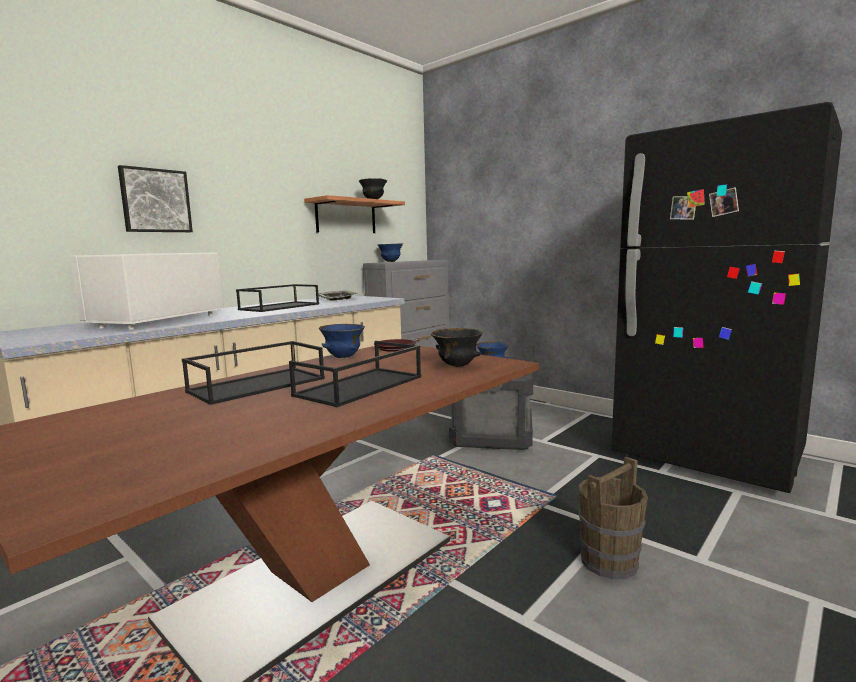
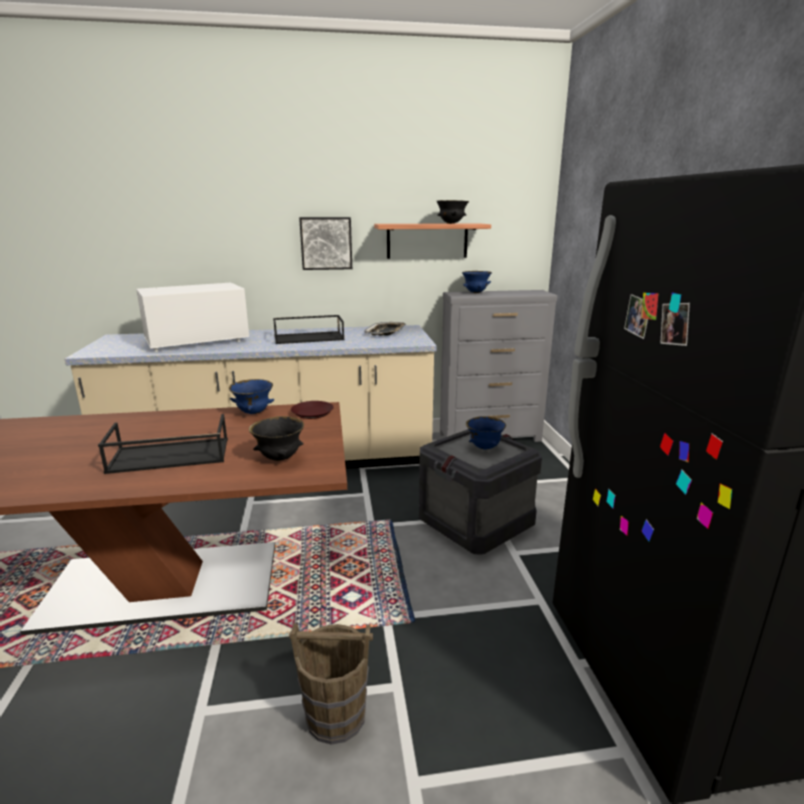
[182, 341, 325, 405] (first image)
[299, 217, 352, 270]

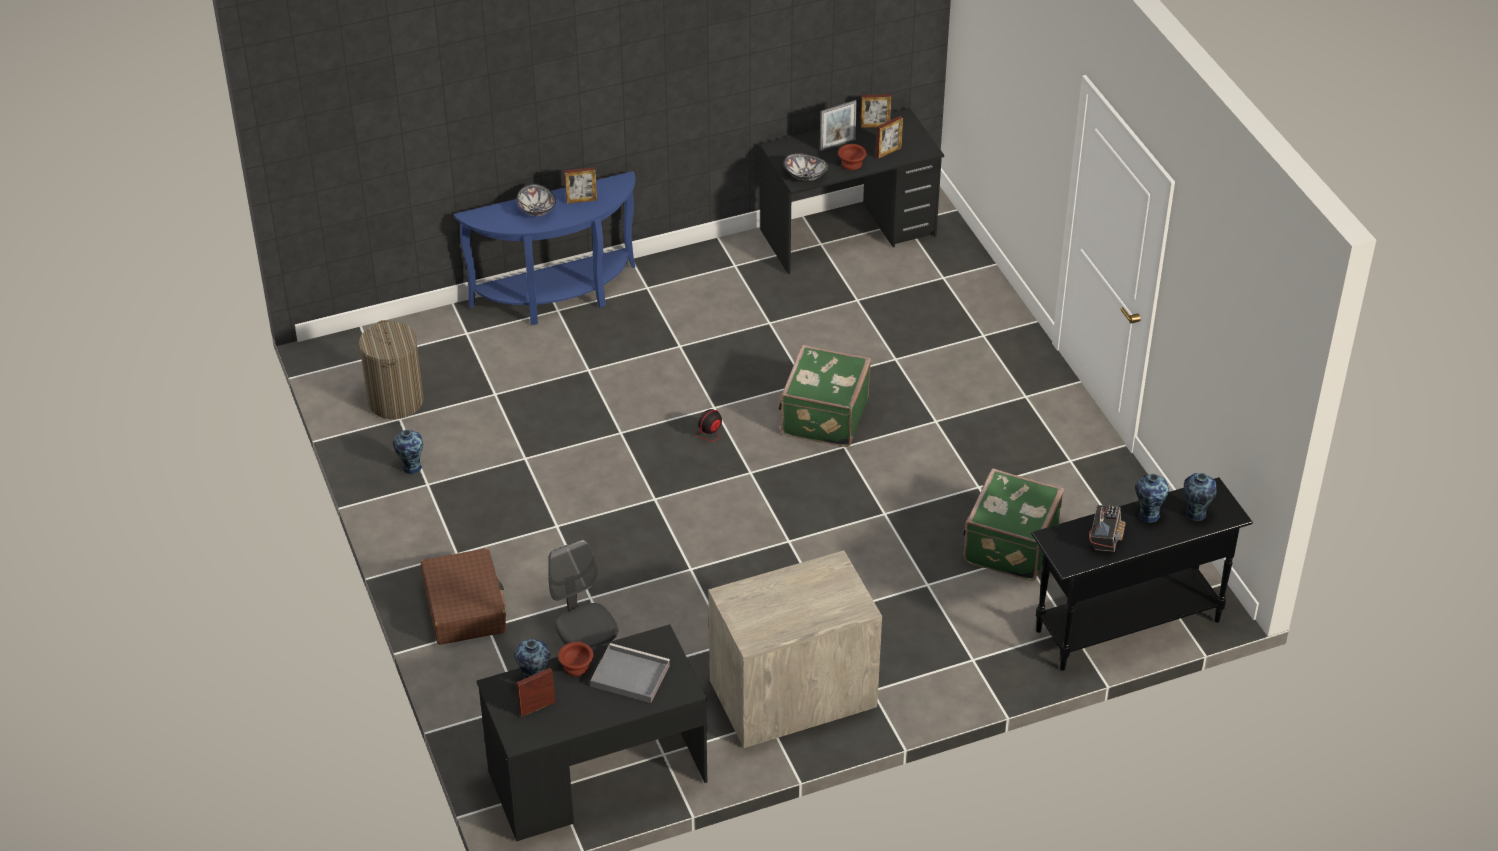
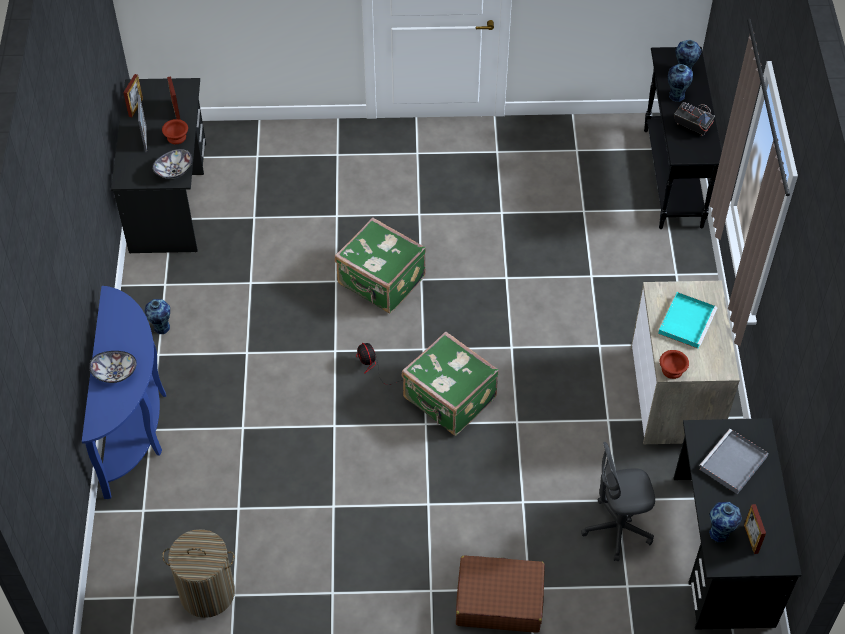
[564, 167, 597, 204] (first image)
[658, 292, 718, 349]
[144, 299, 170, 334]
[660, 350, 689, 379]
[402, 331, 499, 436]

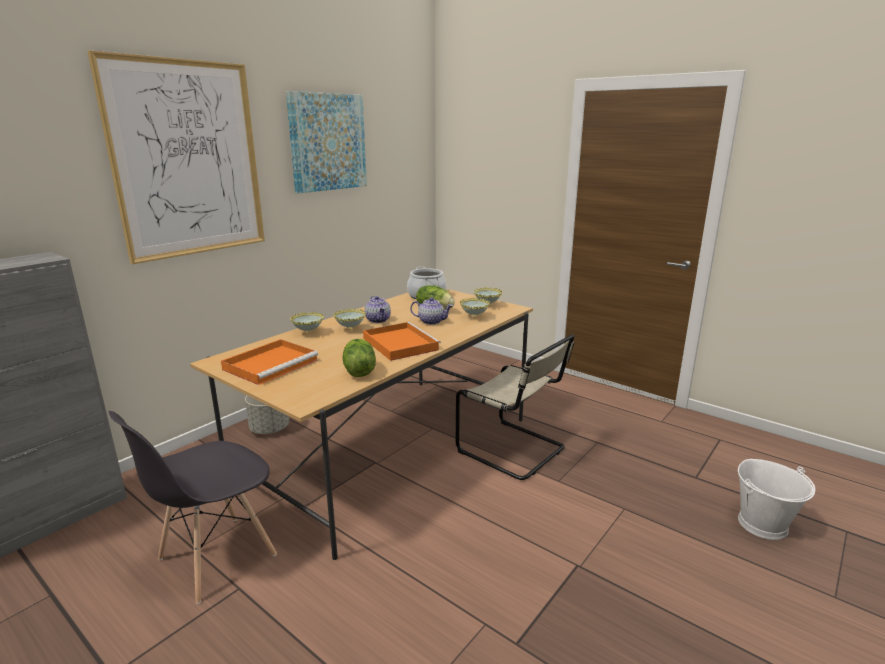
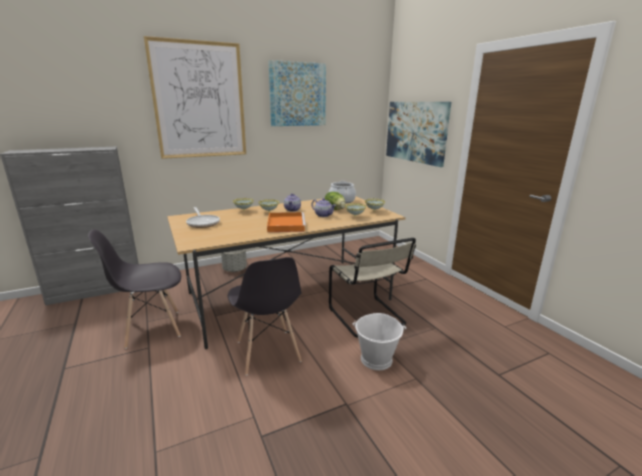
[342, 339, 376, 377] (first image)
[228, 257, 302, 376]
[386, 102, 451, 167]
[353, 313, 406, 370]
[186, 207, 220, 228]

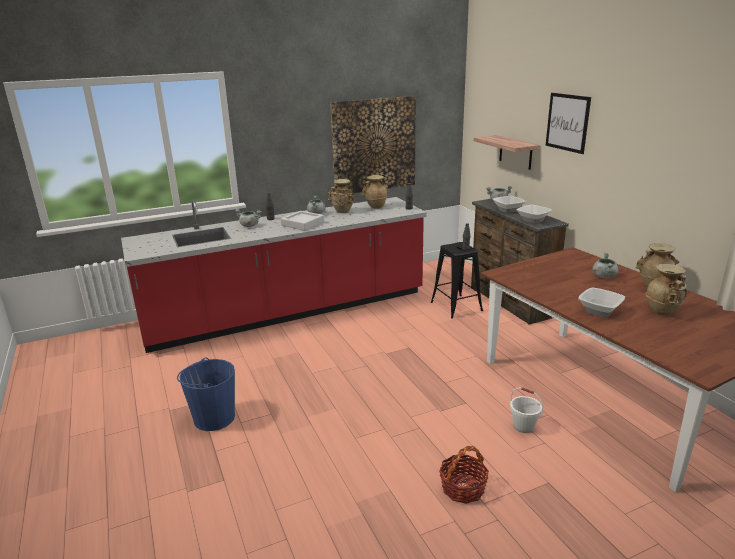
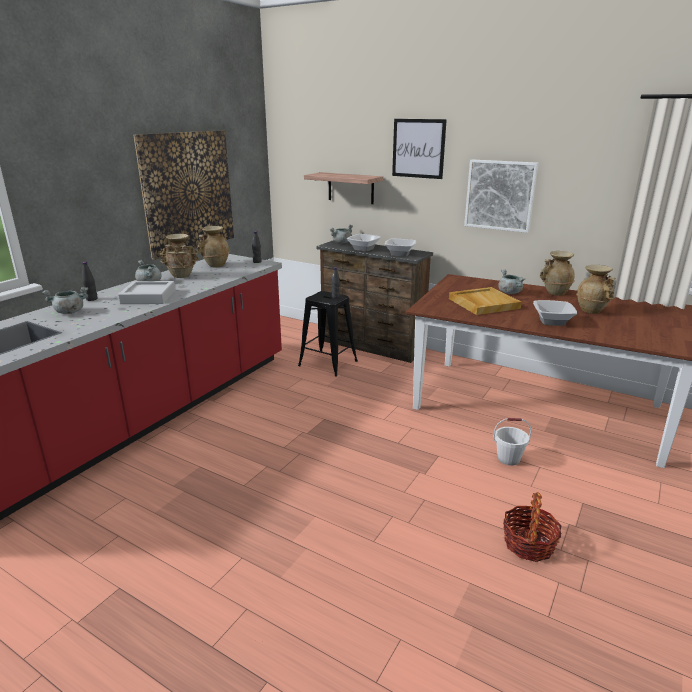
[177, 358, 235, 431] (first image)
[449, 287, 522, 315]
[464, 159, 539, 233]

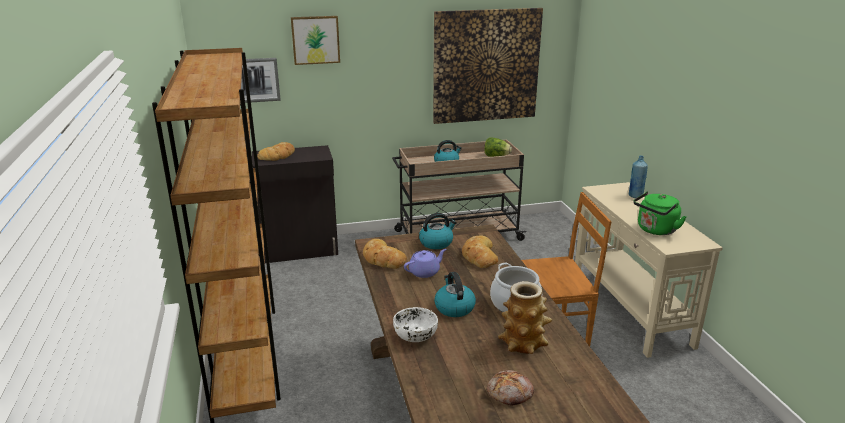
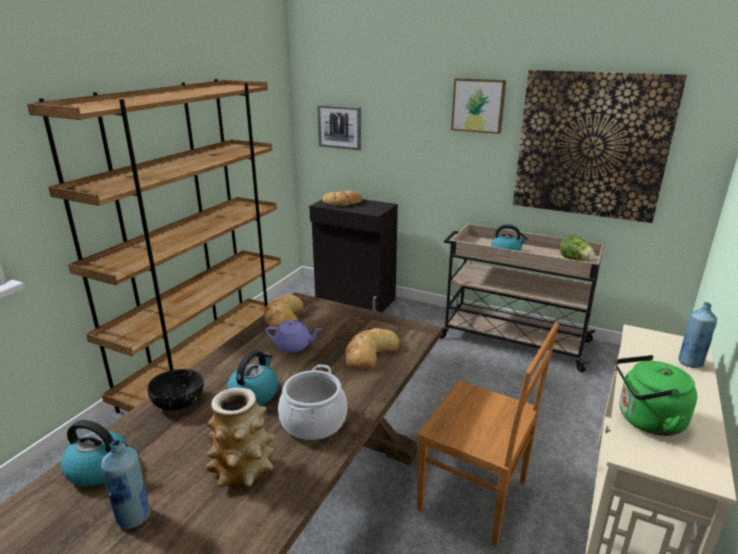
[451, 78, 506, 134]
[61, 420, 128, 486]
[101, 440, 150, 529]
[147, 369, 204, 411]

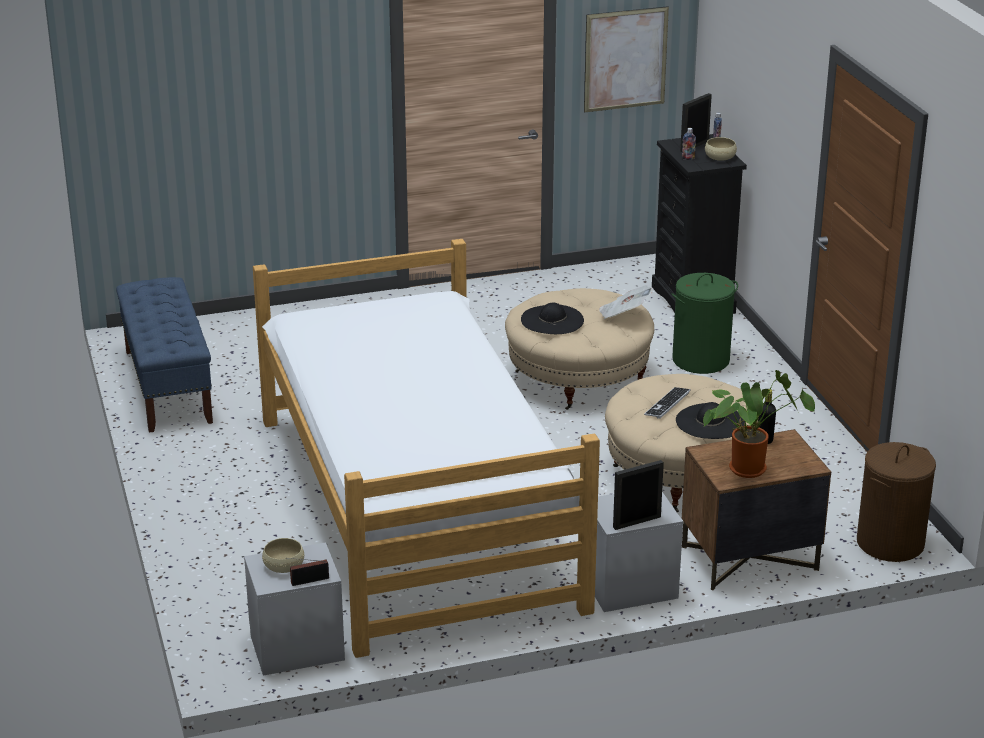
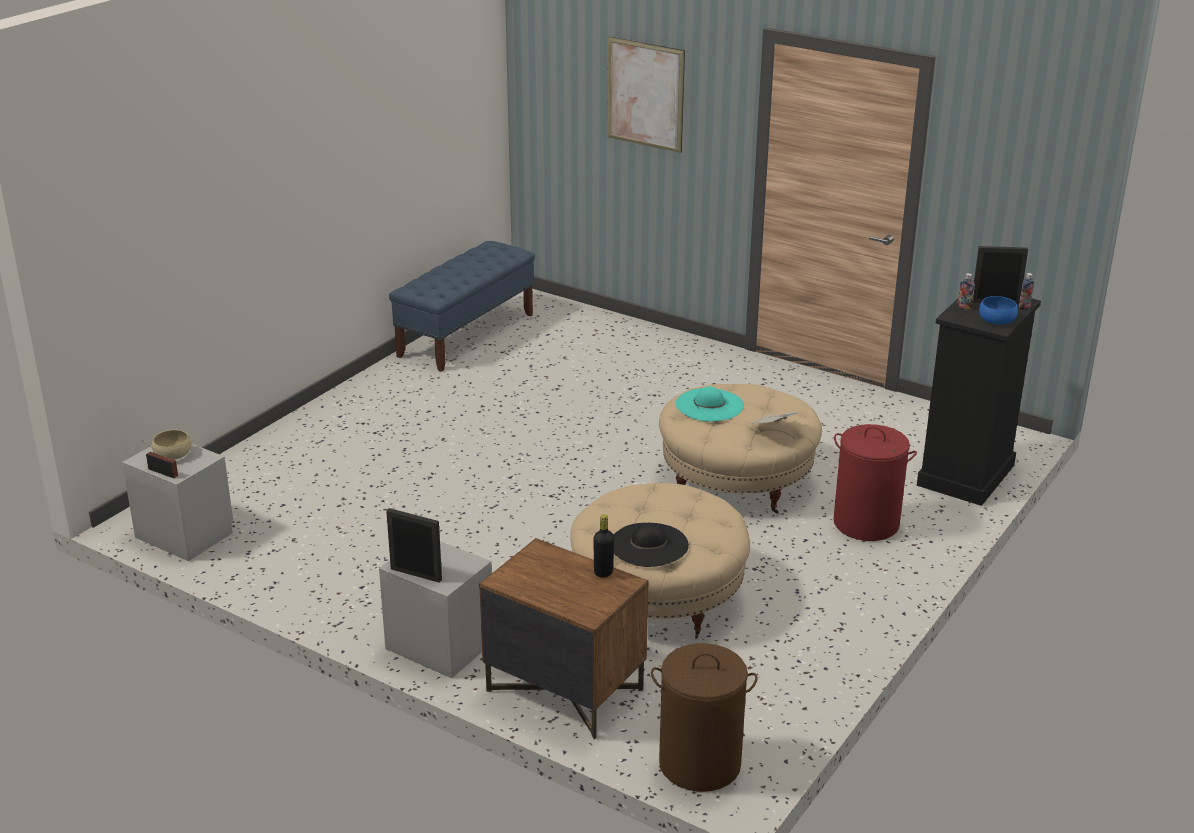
[253, 239, 600, 658] (first image)
[644, 387, 691, 419] (first image)
[703, 370, 815, 478] (first image)
[607, 37, 685, 153]
[675, 386, 744, 422]
[834, 424, 917, 541]
[979, 296, 1018, 325]

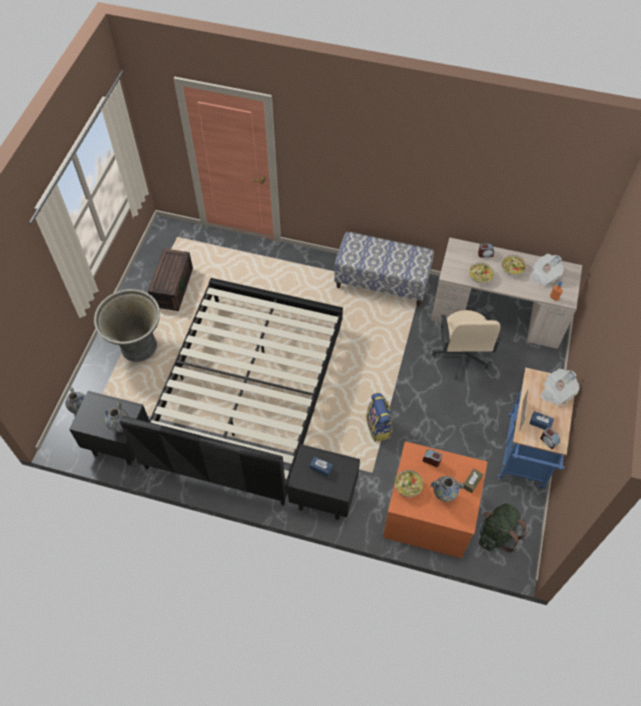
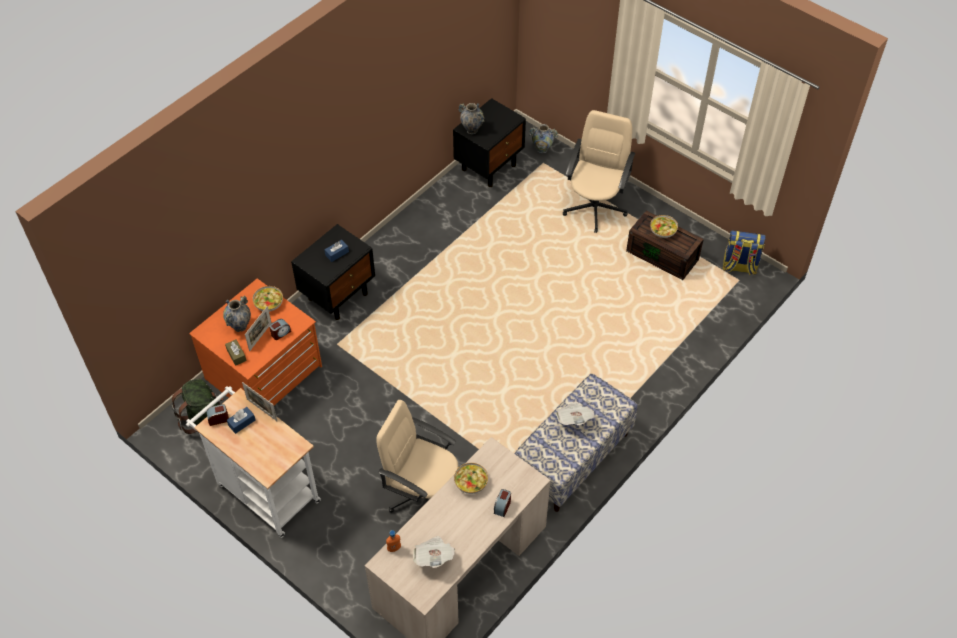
[120, 278, 343, 505] (first image)
[245, 306, 271, 351]
[722, 230, 766, 275]
[650, 215, 678, 238]
[556, 402, 594, 425]
[563, 110, 635, 233]
[186, 386, 321, 538]

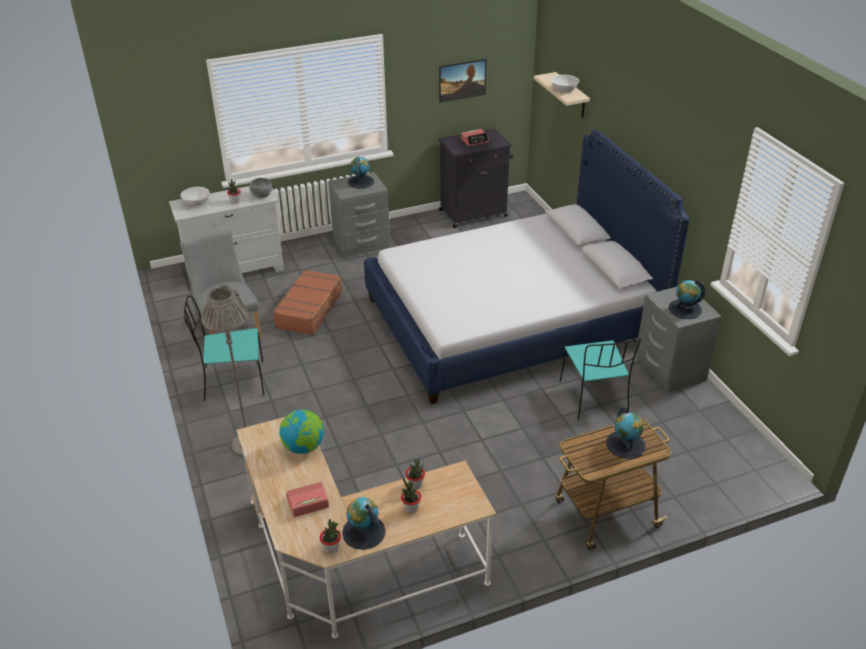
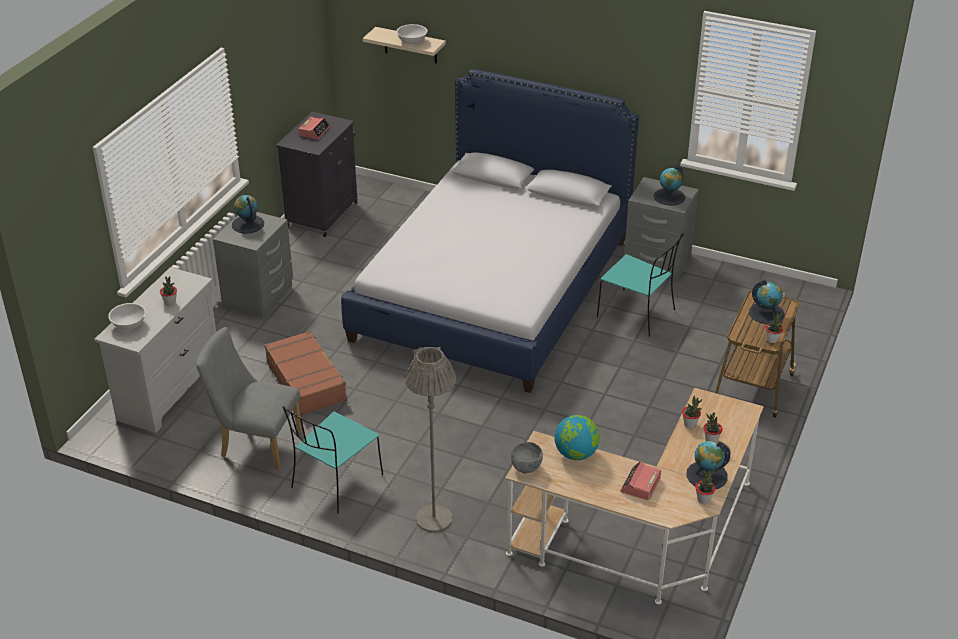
[439, 59, 487, 102] (first image)
[765, 311, 783, 343]
[511, 442, 543, 473]

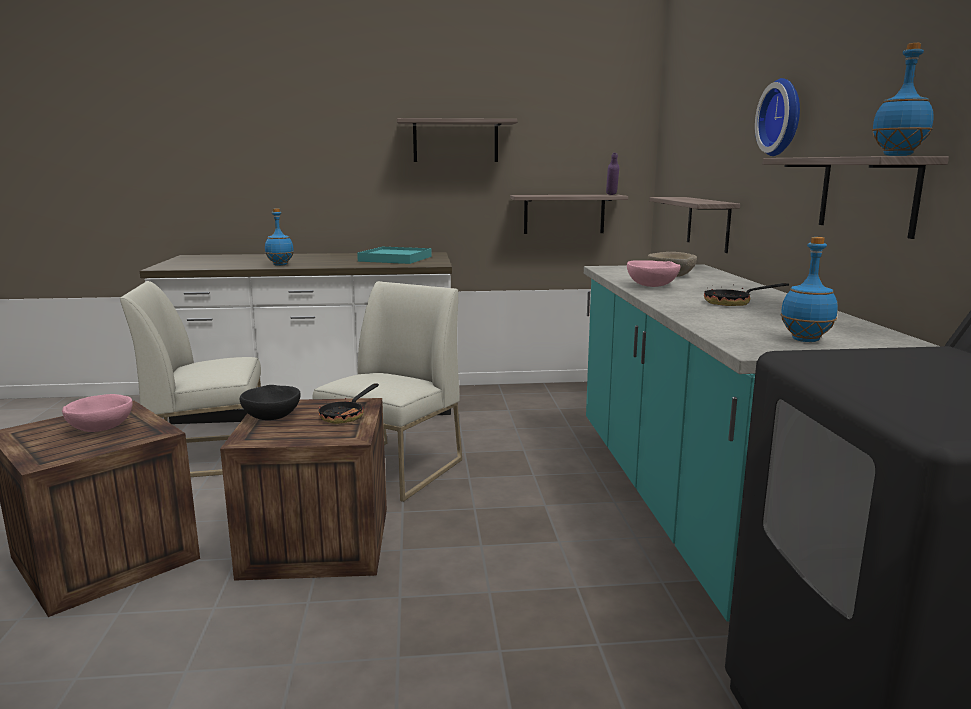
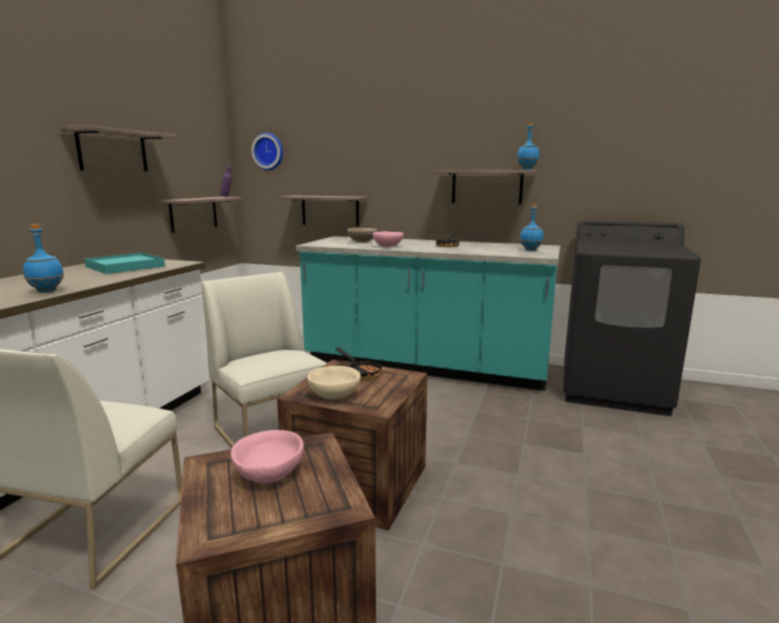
[251, 133, 283, 170]
[307, 366, 361, 399]

